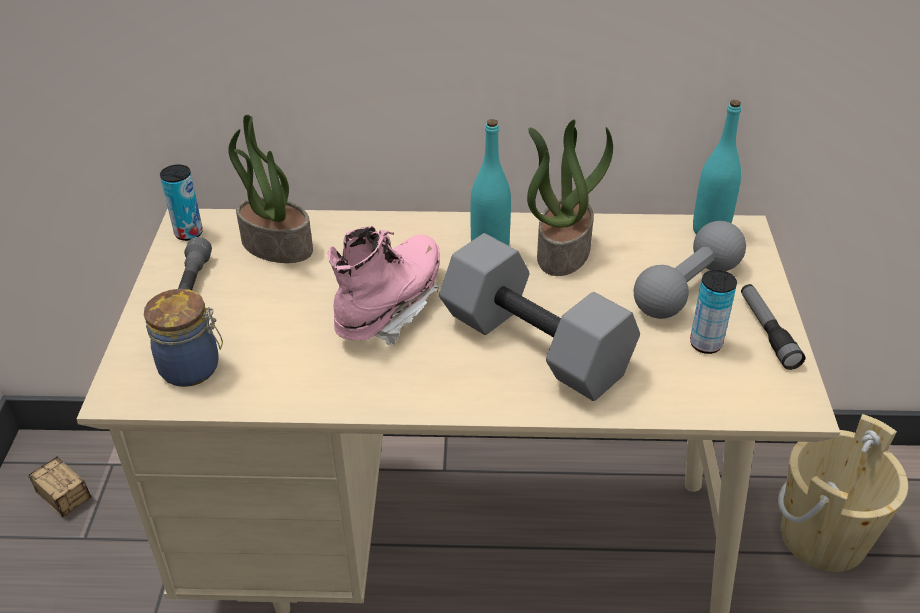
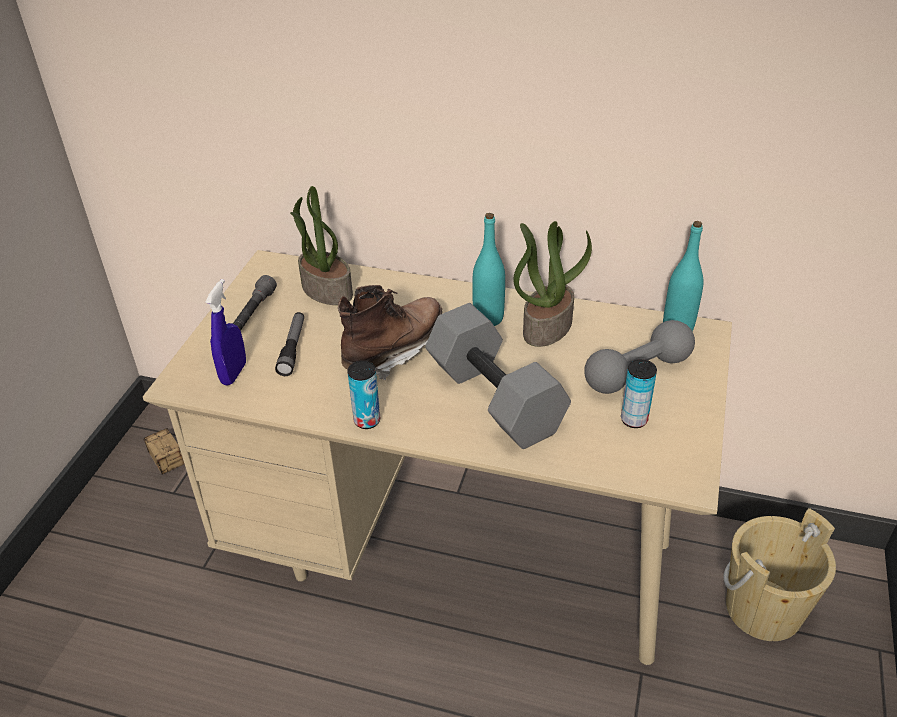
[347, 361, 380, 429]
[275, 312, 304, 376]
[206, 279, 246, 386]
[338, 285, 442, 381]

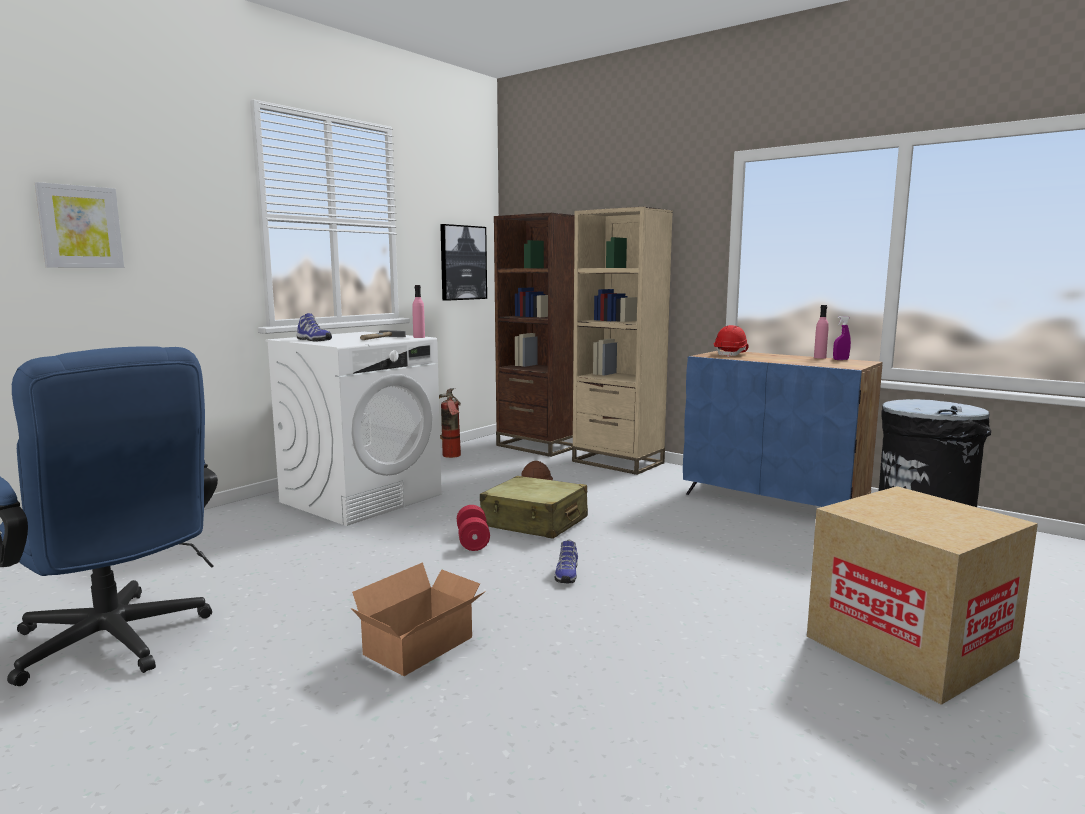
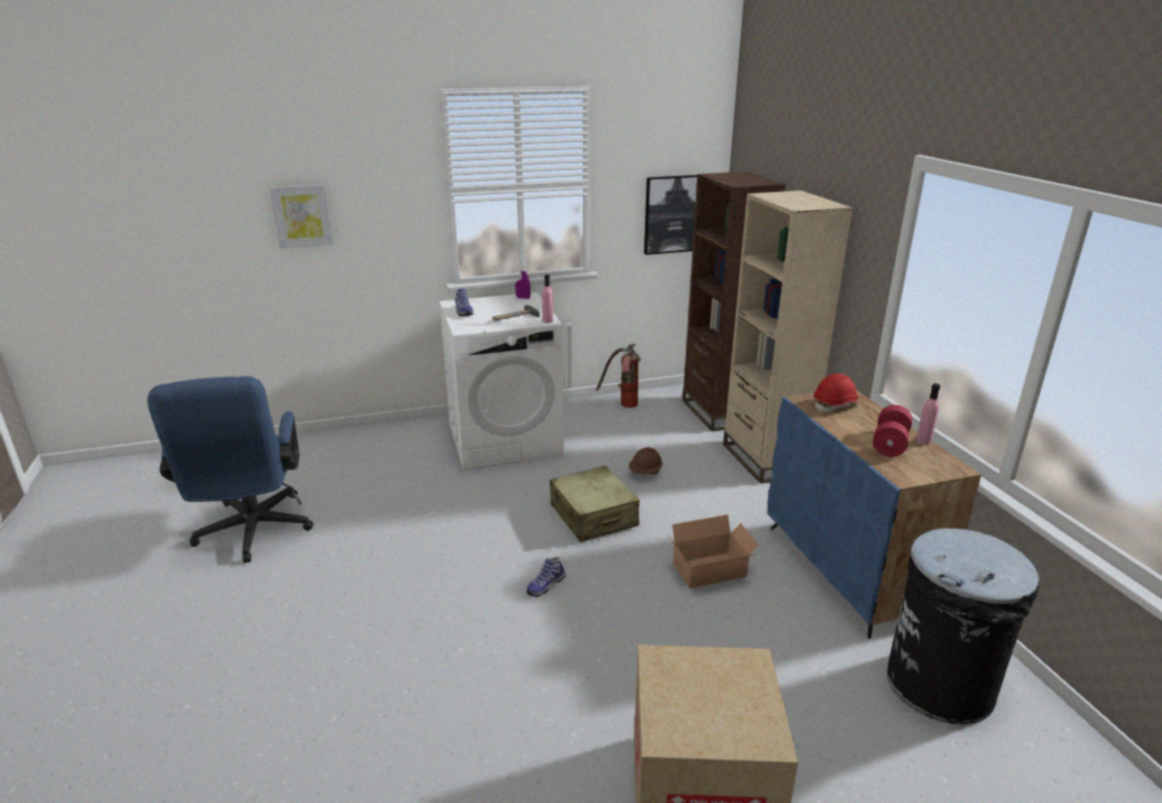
[669, 515, 759, 588]
[873, 405, 912, 457]
[515, 263, 531, 299]

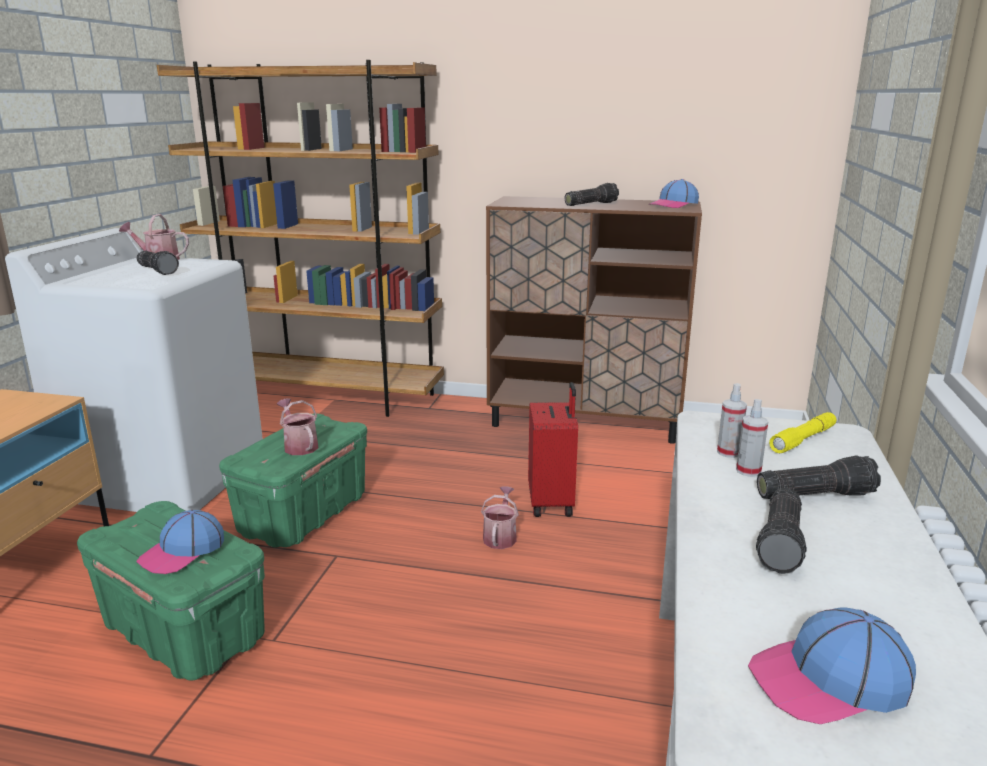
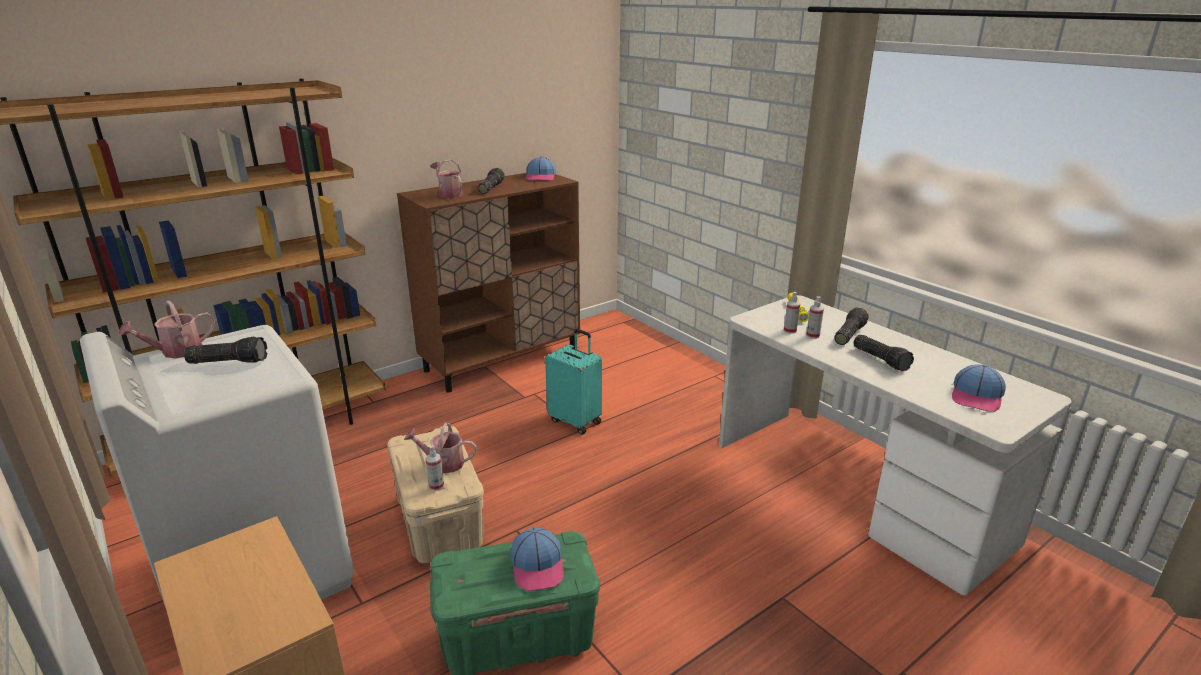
[426, 445, 444, 491]
[431, 159, 463, 198]
[387, 426, 484, 563]
[545, 329, 602, 435]

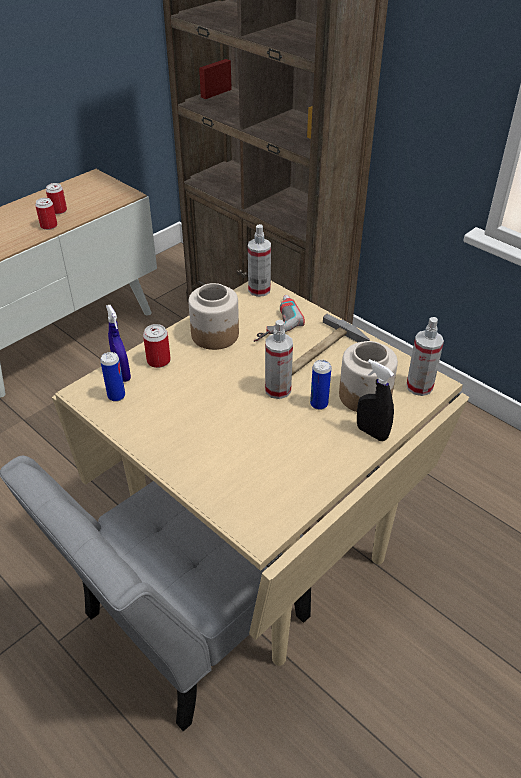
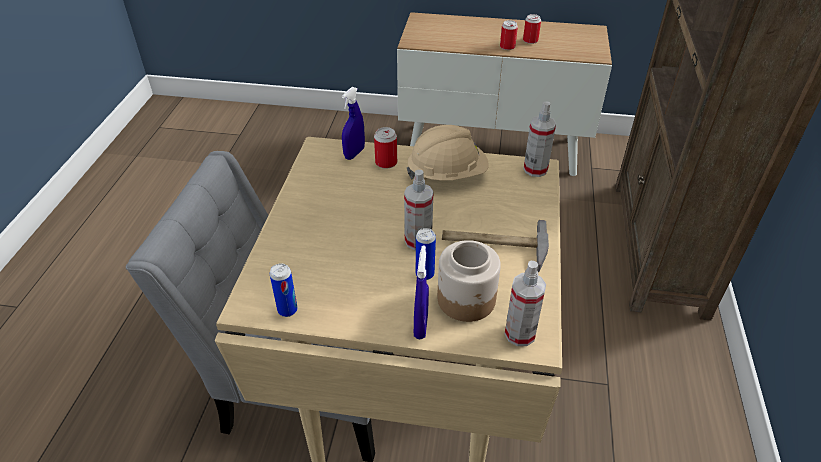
[254, 295, 305, 342] (first image)
[270, 264, 298, 317]
[407, 125, 489, 180]
[414, 246, 429, 339]

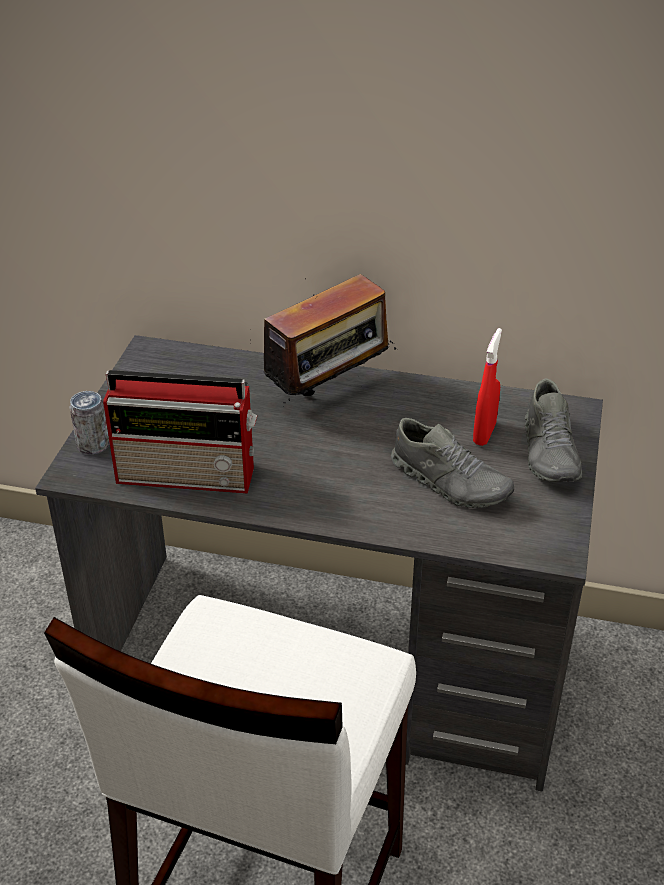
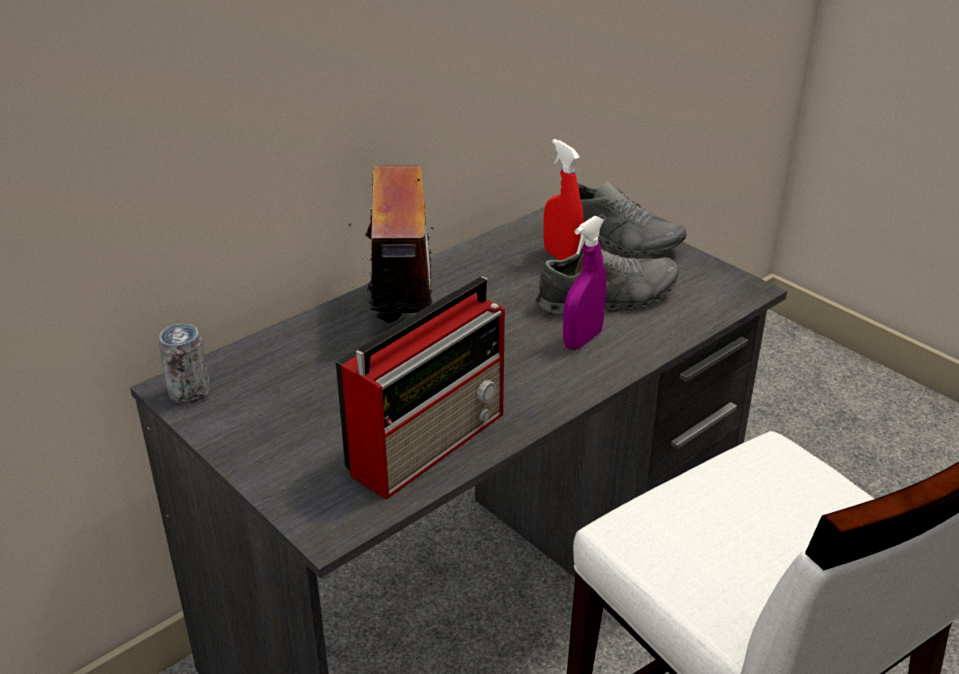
[563, 216, 607, 350]
[158, 324, 210, 404]

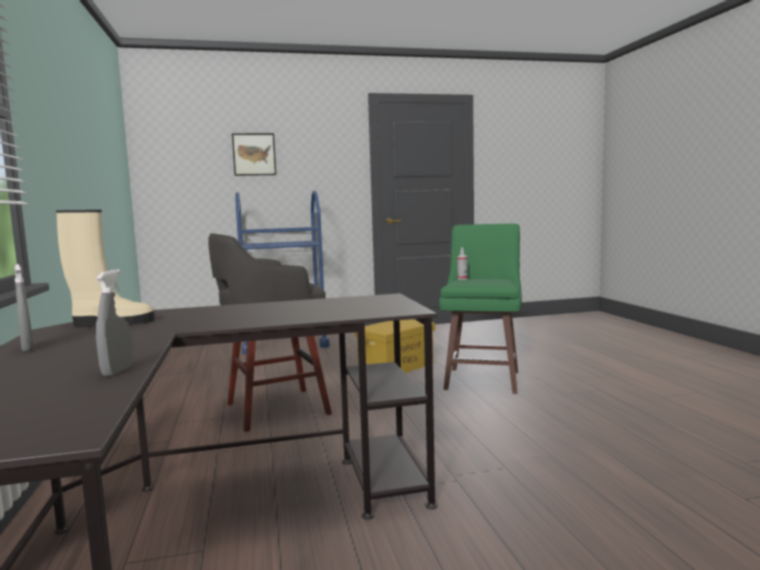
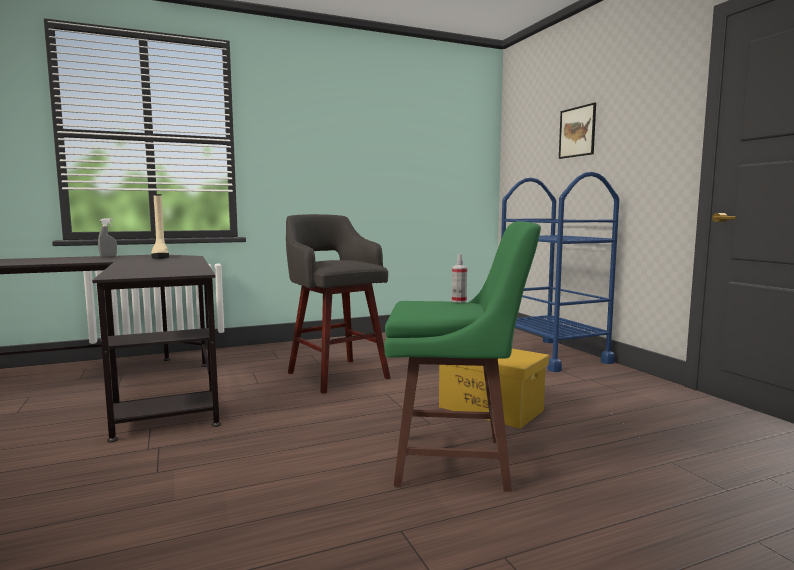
[96, 270, 133, 376] (first image)

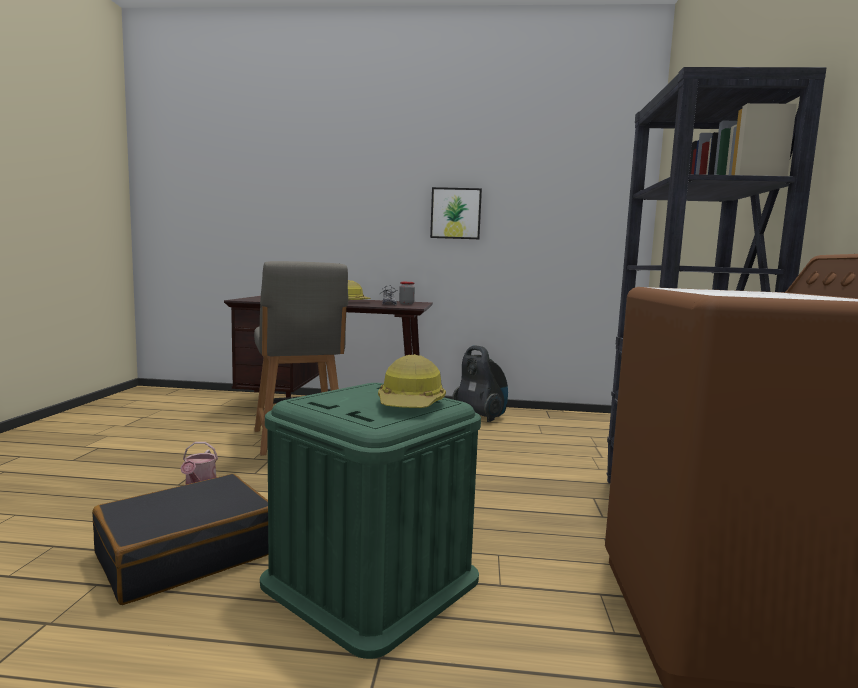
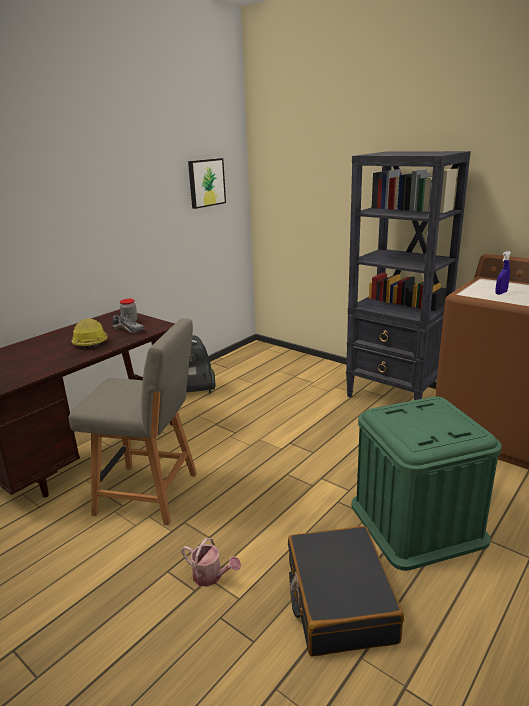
[378, 354, 446, 408] (first image)
[495, 251, 511, 295]
[188, 158, 226, 209]

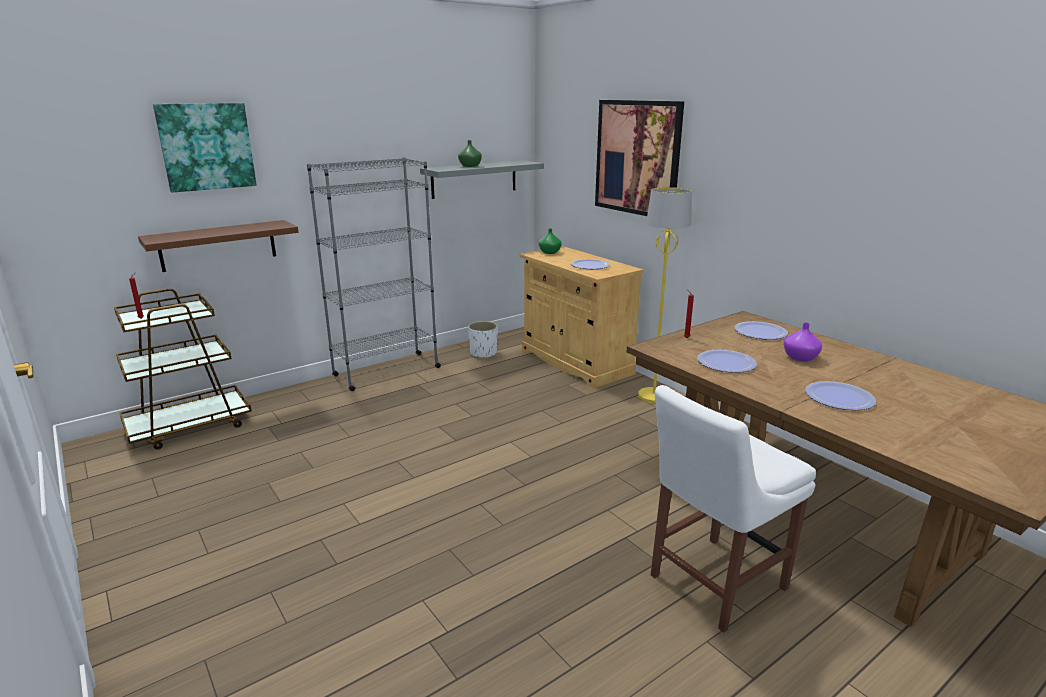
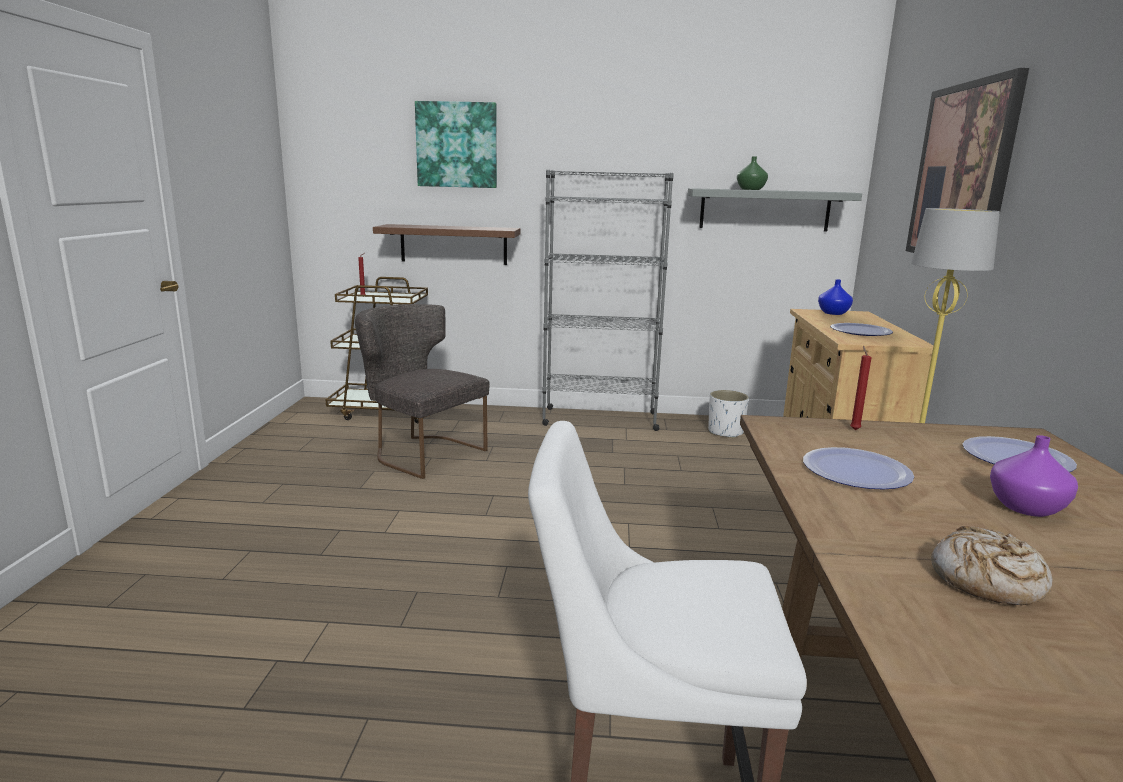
[355, 304, 490, 479]
[931, 526, 1053, 605]
[818, 279, 853, 315]

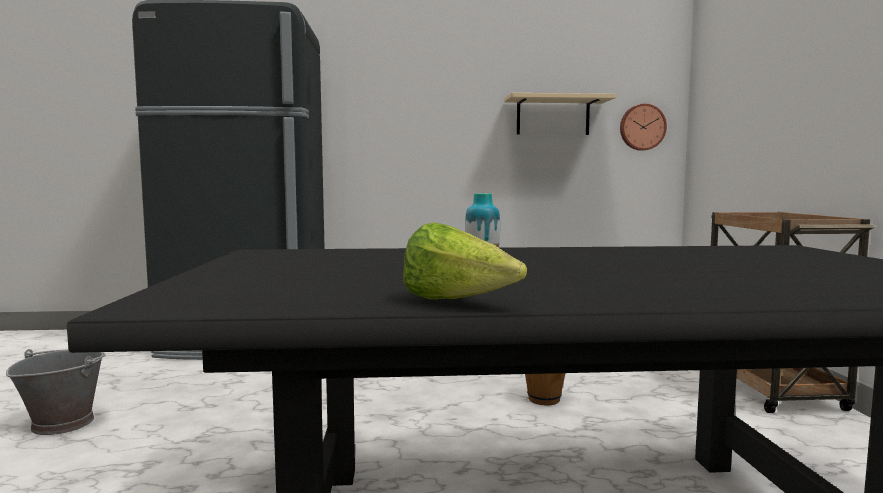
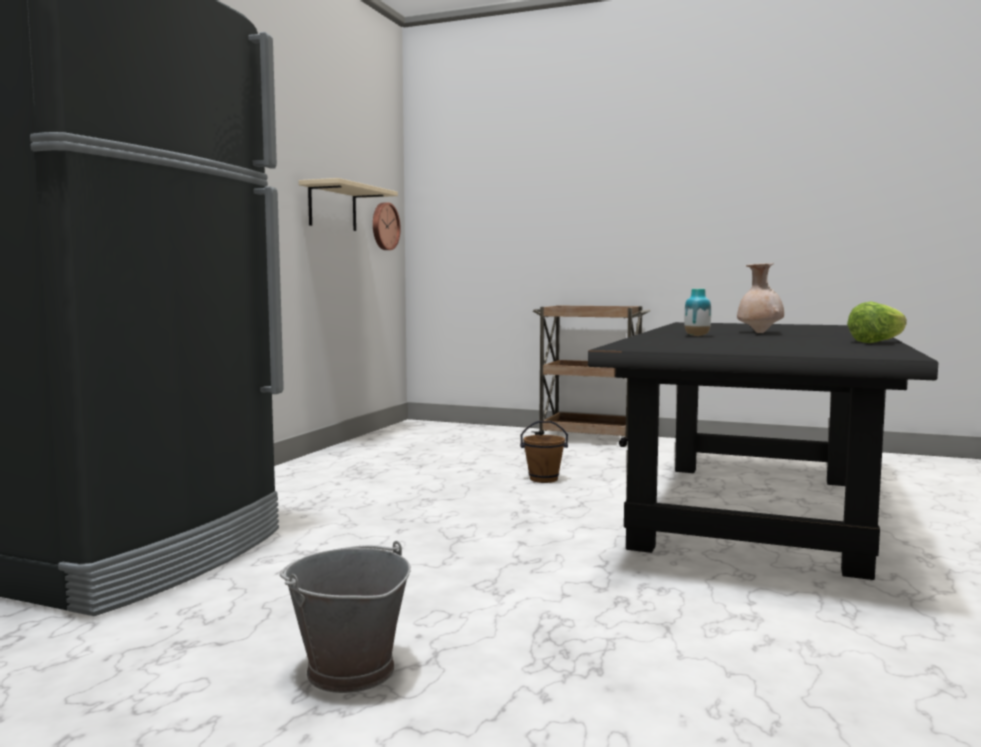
[737, 263, 784, 333]

